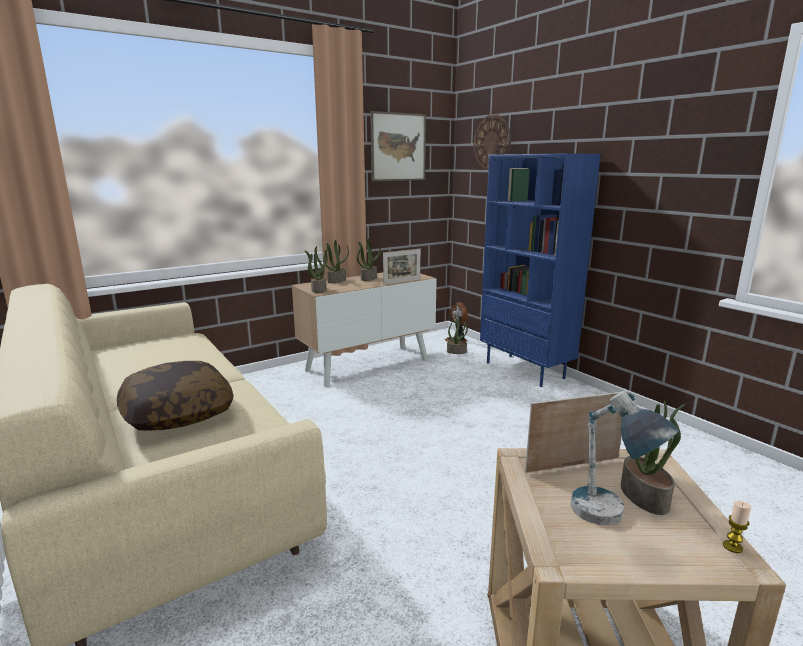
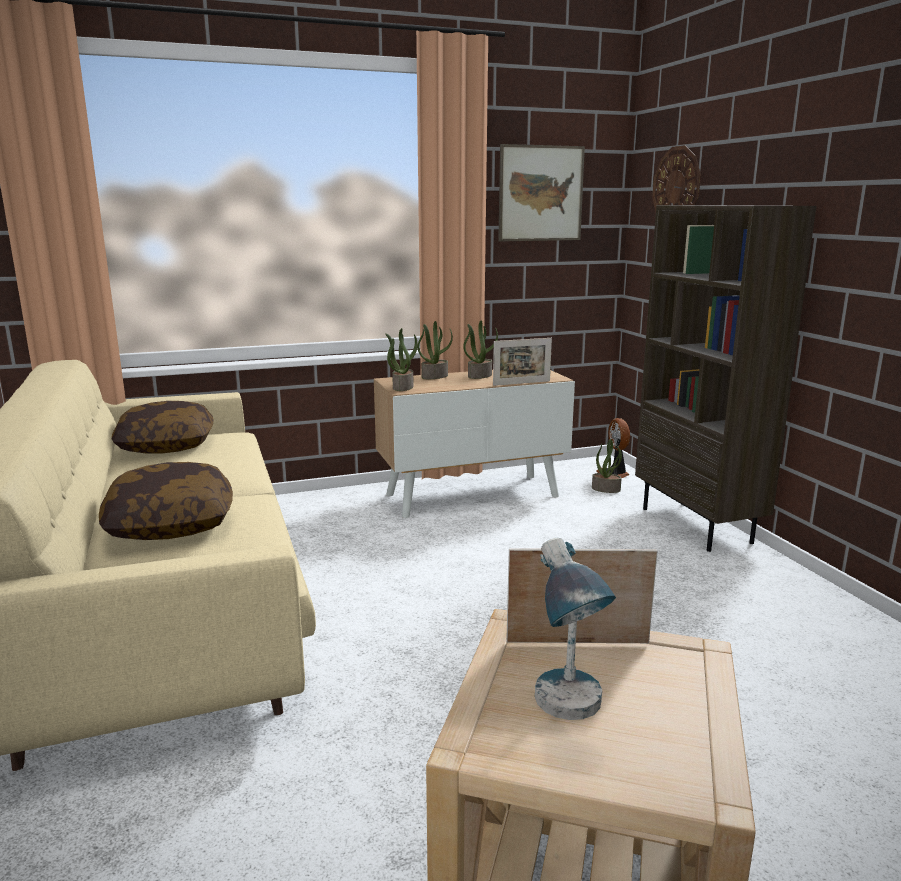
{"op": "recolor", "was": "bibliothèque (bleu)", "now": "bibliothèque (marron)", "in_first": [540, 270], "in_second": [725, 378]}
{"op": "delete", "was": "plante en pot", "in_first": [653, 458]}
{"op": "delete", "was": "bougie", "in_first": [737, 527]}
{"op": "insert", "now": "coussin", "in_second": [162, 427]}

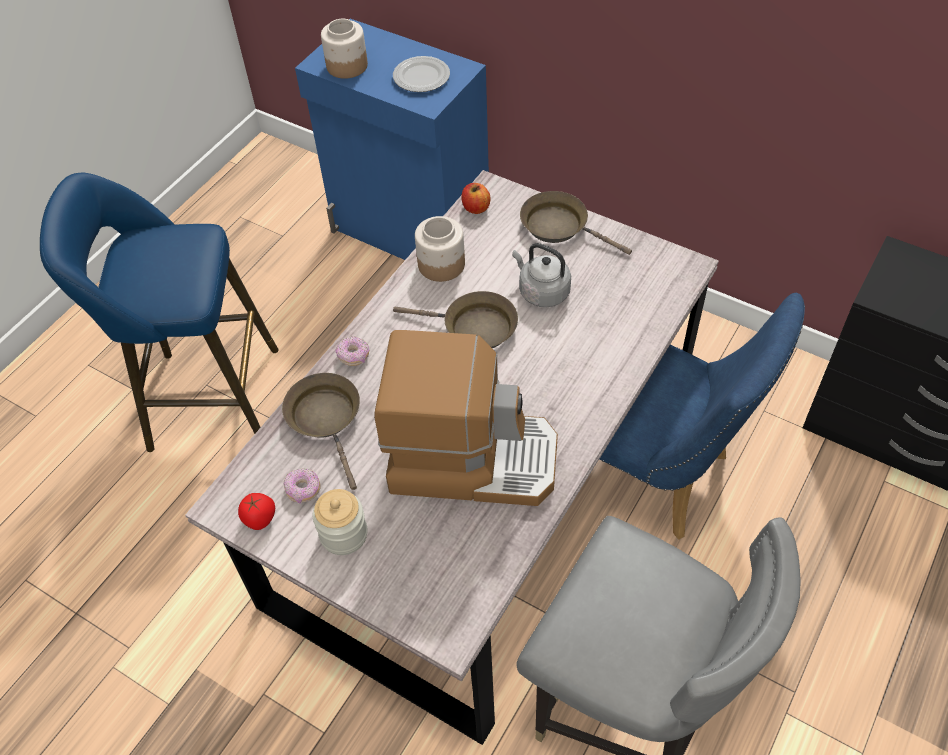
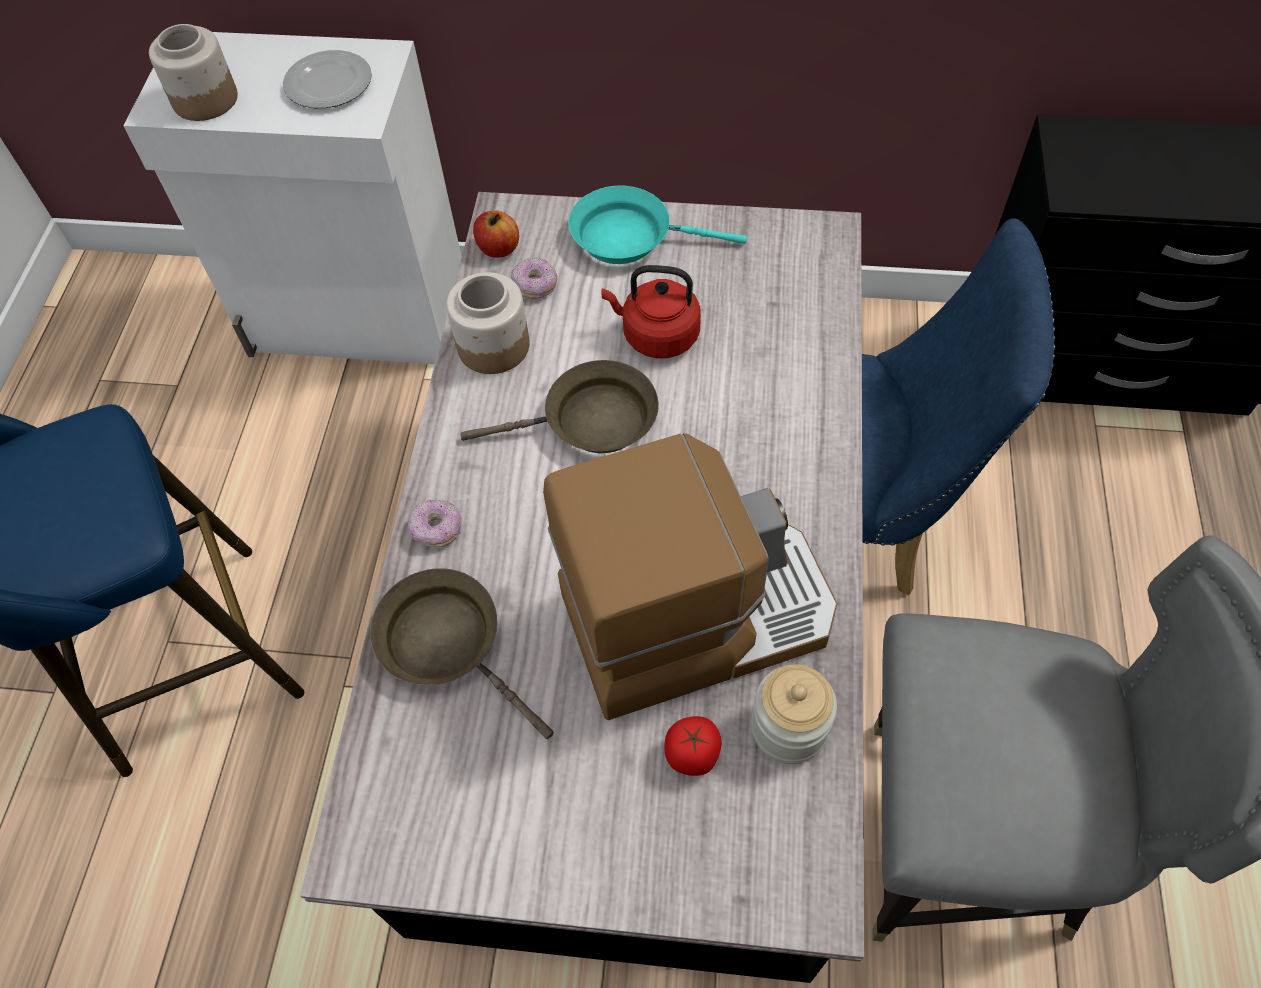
{"op": "move", "was": "tomate", "in_first": [256, 511], "in_second": [692, 746]}
{"op": "move", "was": "beignet", "in_first": [302, 485], "in_second": [534, 278]}
{"op": "recolor", "was": "meuble de rangement (bleu)", "now": "meuble de rangement (blanc)", "in_first": [392, 139], "in_second": [292, 198]}
{"op": "move", "was": "bocal", "in_first": [340, 522], "in_second": [794, 714]}
{"op": "recolor", "was": "bouilloire (gris)", "now": "bouilloire (rouge)", "in_first": [541, 275], "in_second": [651, 311]}
{"op": "recolor", "was": "poêle (marron)", "now": "poêle (turquoise)", "in_first": [576, 223], "in_second": [658, 224]}

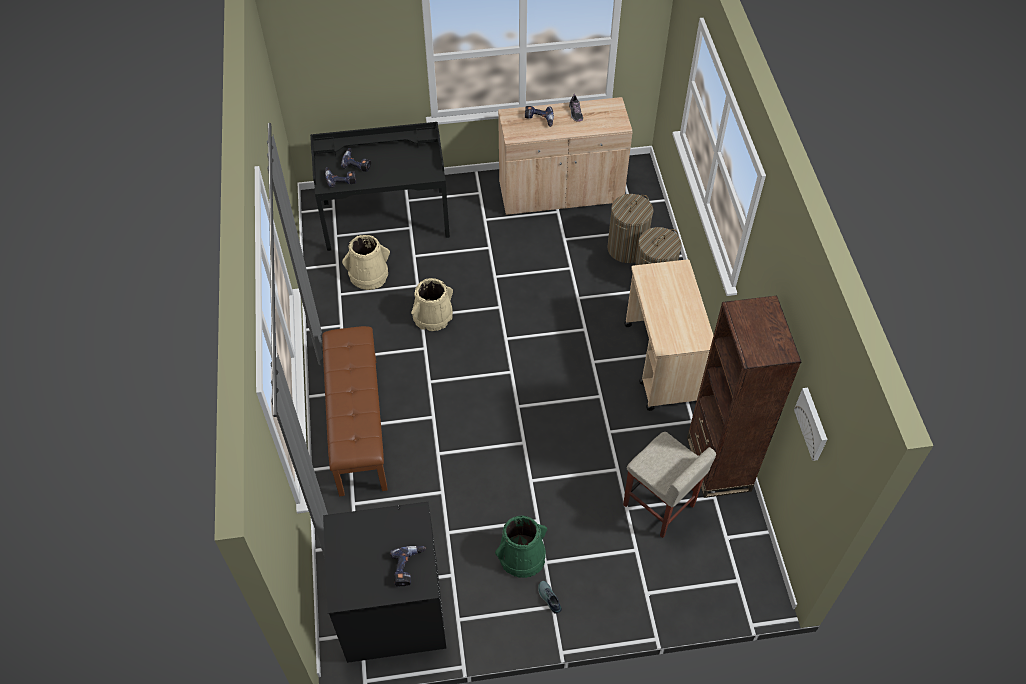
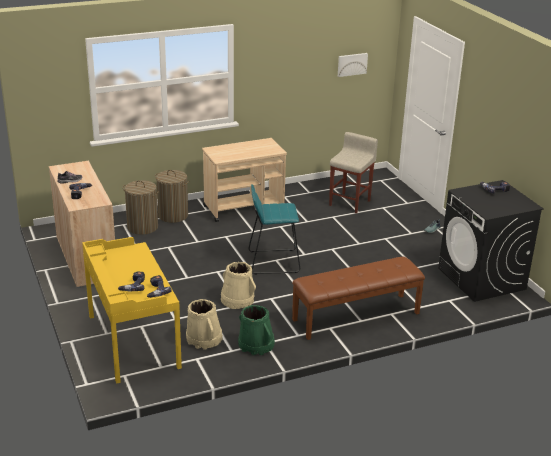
{"op": "recolor", "was": "bureau (noir)", "now": "bureau (jaune)", "in_first": [380, 186], "in_second": [132, 310]}
{"op": "move", "was": "seau (vert)", "in_first": [521, 547], "in_second": [256, 330]}
{"op": "delete", "was": "bibliothèque (marron)", "in_first": [744, 397]}
{"op": "insert", "now": "tabouret (turquoise)", "in_second": [274, 229]}

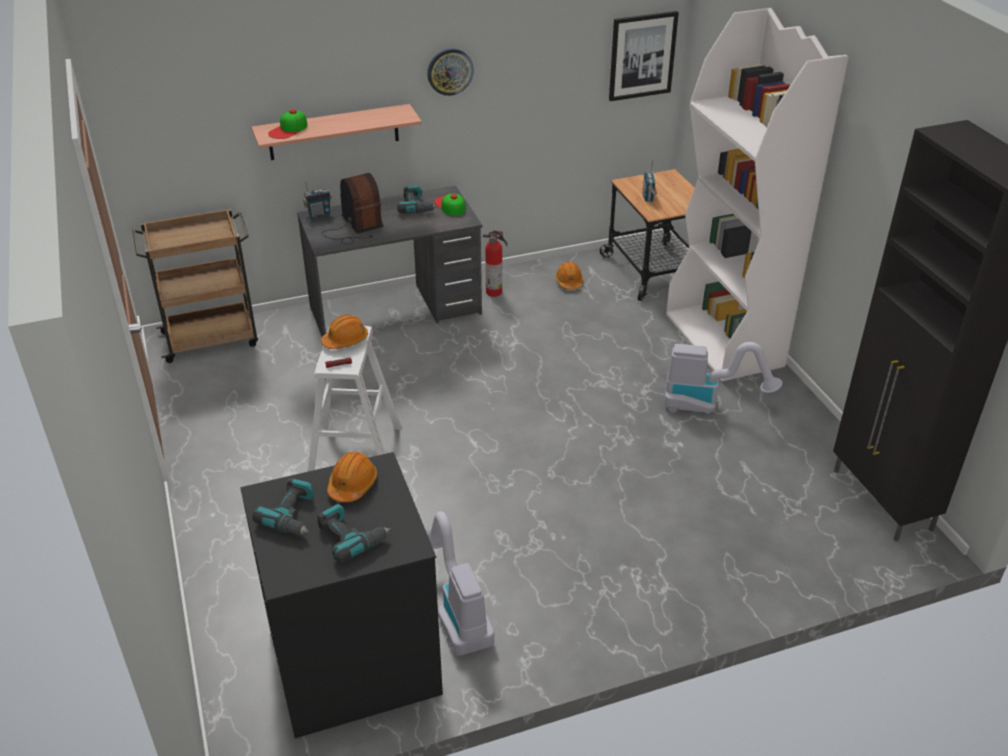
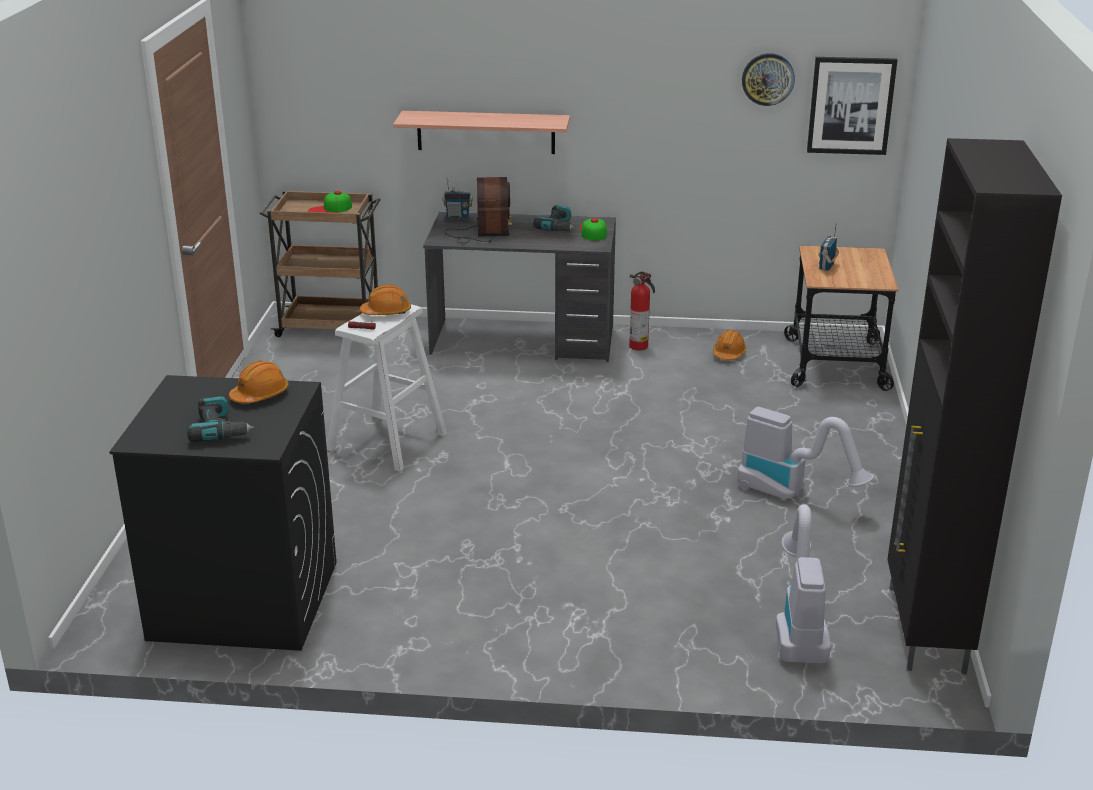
{"op": "delete", "was": "perceuse", "in_first": [283, 506]}
{"op": "move", "was": "casquette", "in_first": [288, 124], "in_second": [330, 202]}
{"op": "move", "was": "aspirateur", "in_first": [459, 583], "in_second": [803, 583]}
{"op": "move", "was": "horloge murale", "in_first": [450, 72], "in_second": [768, 79]}
{"op": "delete", "was": "bibliothèque (blanc)", "in_first": [757, 194]}

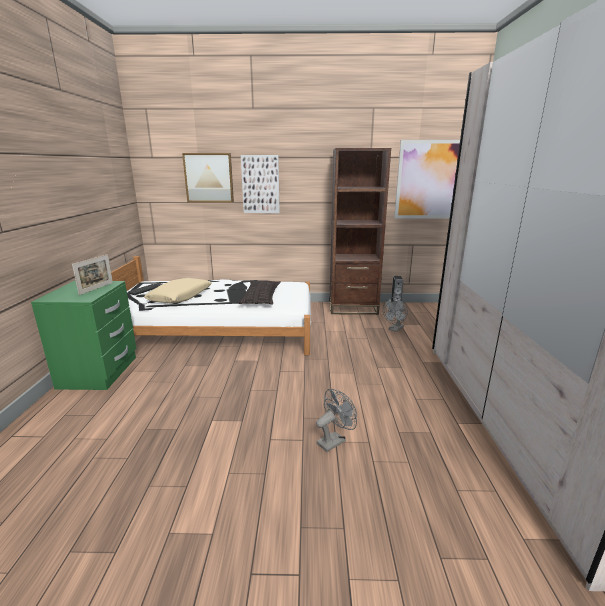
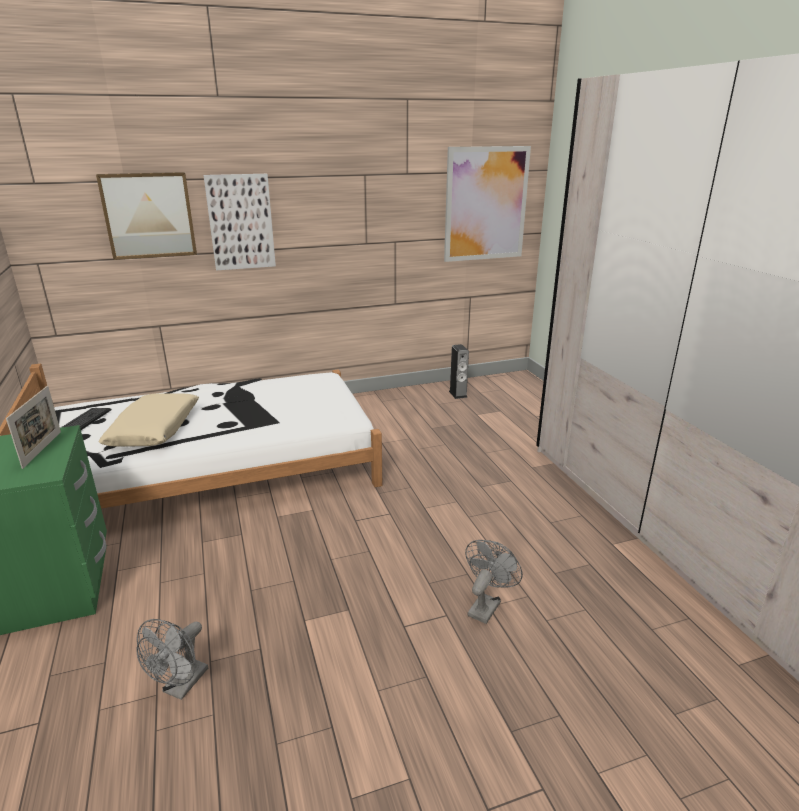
{"op": "delete", "was": "coussin", "in_first": [259, 292]}
{"op": "delete", "was": "bibliothèque (marron)", "in_first": [360, 231]}
{"op": "move", "was": "ventilateur (gris)", "in_first": [395, 314], "in_second": [172, 659]}

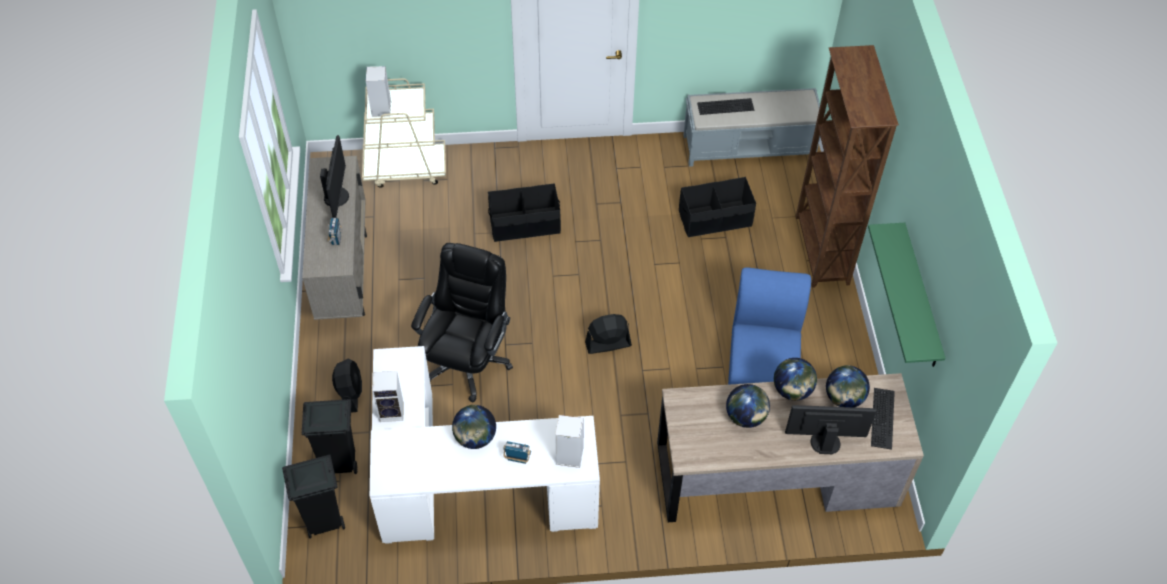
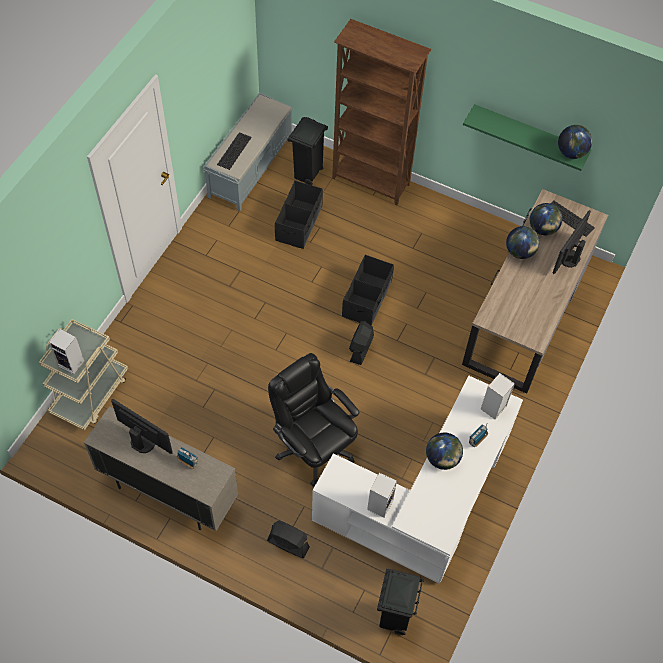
{"op": "move", "was": "poubelle (noir)", "in_first": [329, 436], "in_second": [307, 151]}
{"op": "move", "was": "boîte de rangement (noir)", "in_first": [524, 212], "in_second": [368, 290]}
{"op": "move", "was": "globe", "in_first": [748, 406], "in_second": [575, 142]}
{"op": "delete", "was": "chaise (bleu)", "in_first": [769, 326]}

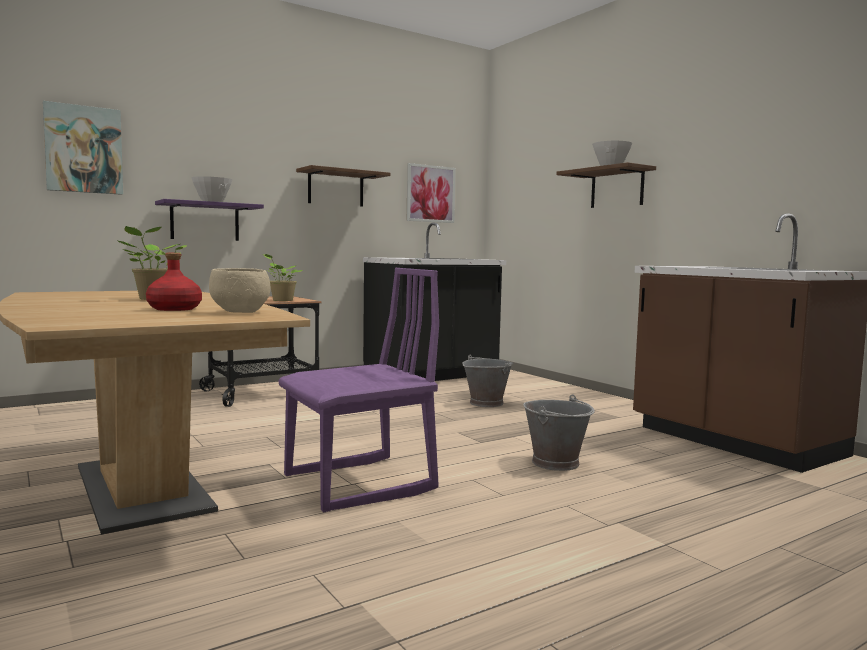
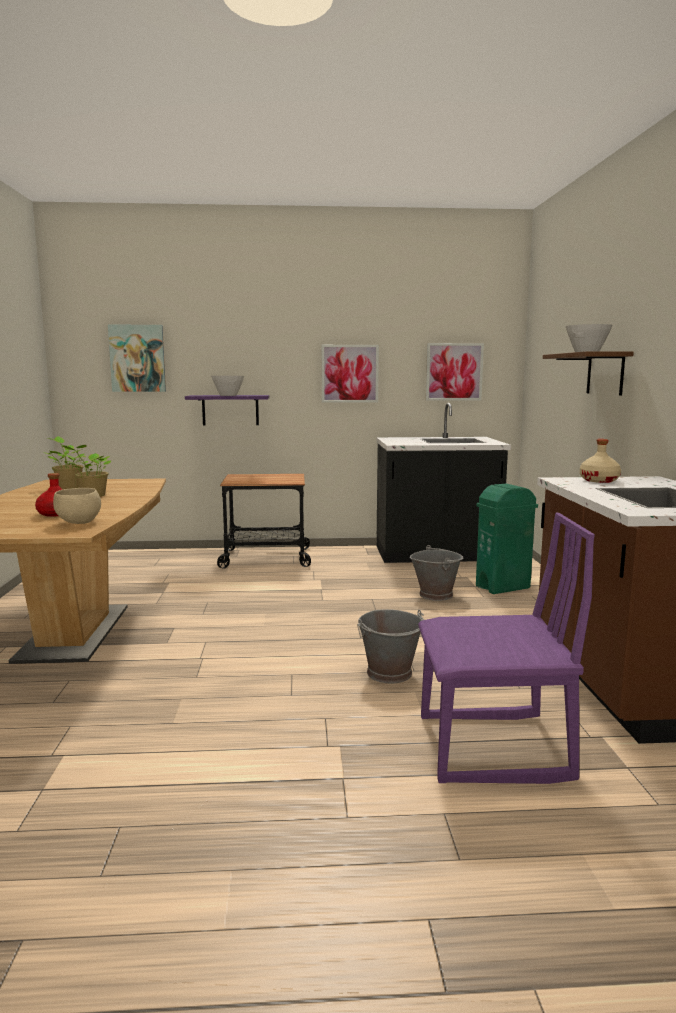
{"op": "move", "was": "plante en pot", "in_first": [283, 277], "in_second": [64, 462]}
{"op": "move", "was": "chaise (violet)", "in_first": [358, 390], "in_second": [506, 648]}
{"op": "replace", "was": "étagère (marron)", "now": "tableau", "in_first": [343, 185], "in_second": [350, 374]}
{"op": "insert", "now": "poubelle (vert)", "in_second": [507, 539]}
{"op": "insert", "now": "bouteille (beige)", "in_second": [600, 461]}

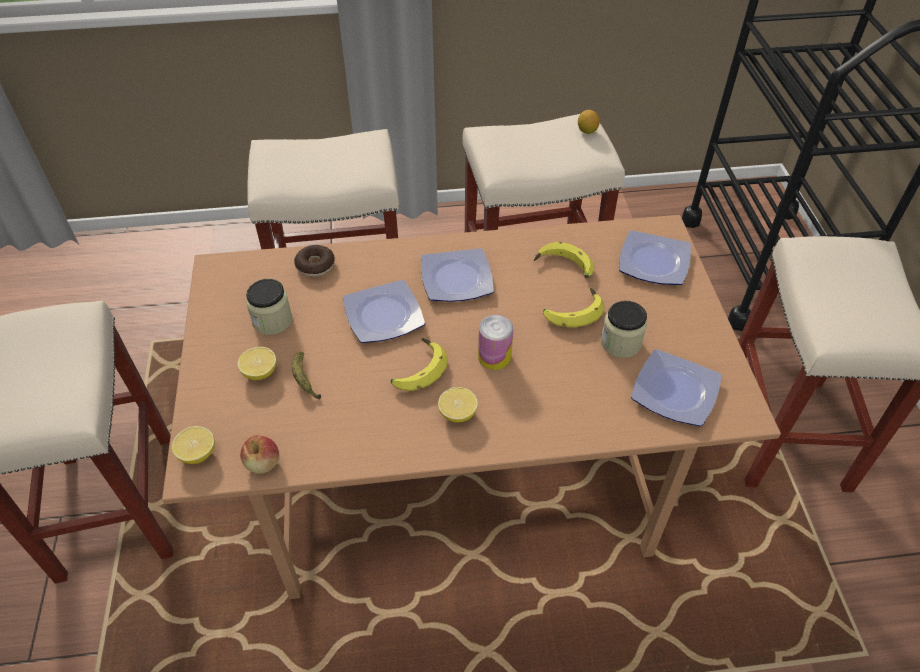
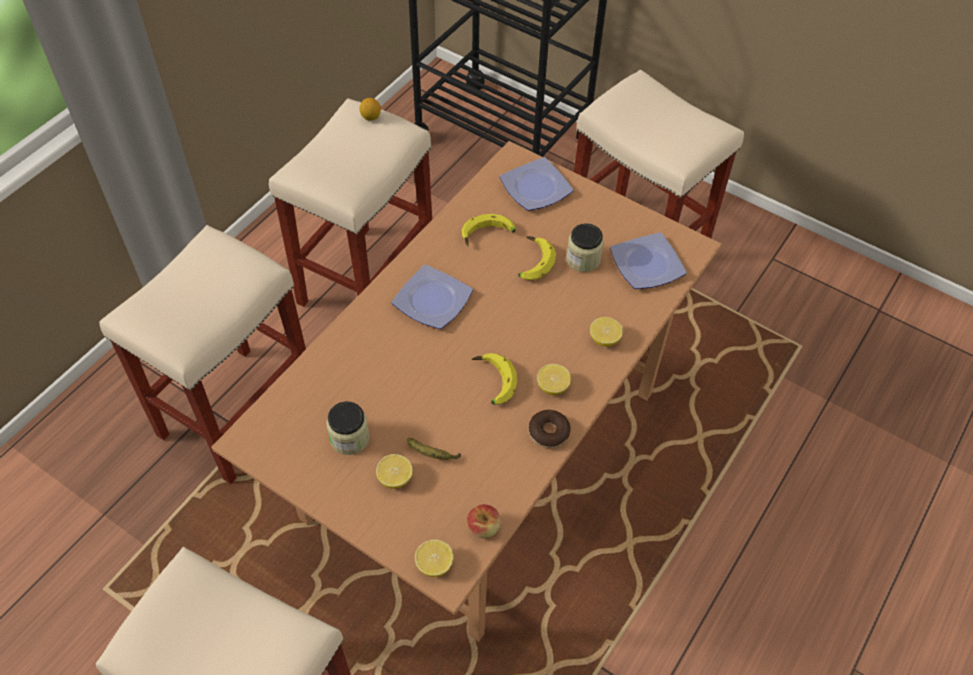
{"op": "move", "was": "beignet", "in_first": [314, 261], "in_second": [549, 429]}
{"op": "delete", "was": "assiette", "in_first": [384, 311]}
{"op": "delete", "was": "boîte métallique", "in_first": [495, 342]}
{"op": "insert", "now": "citron", "in_second": [606, 332]}

